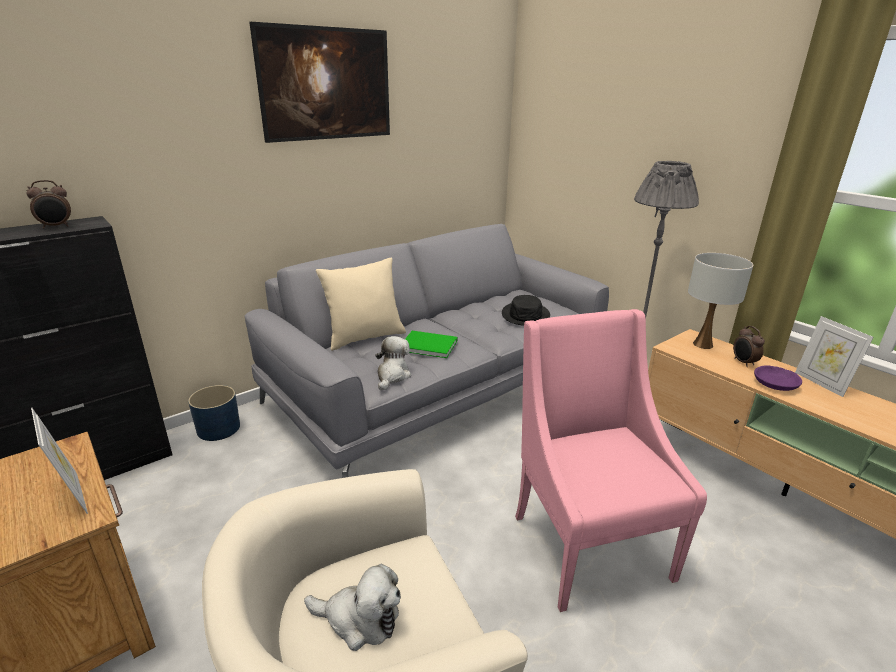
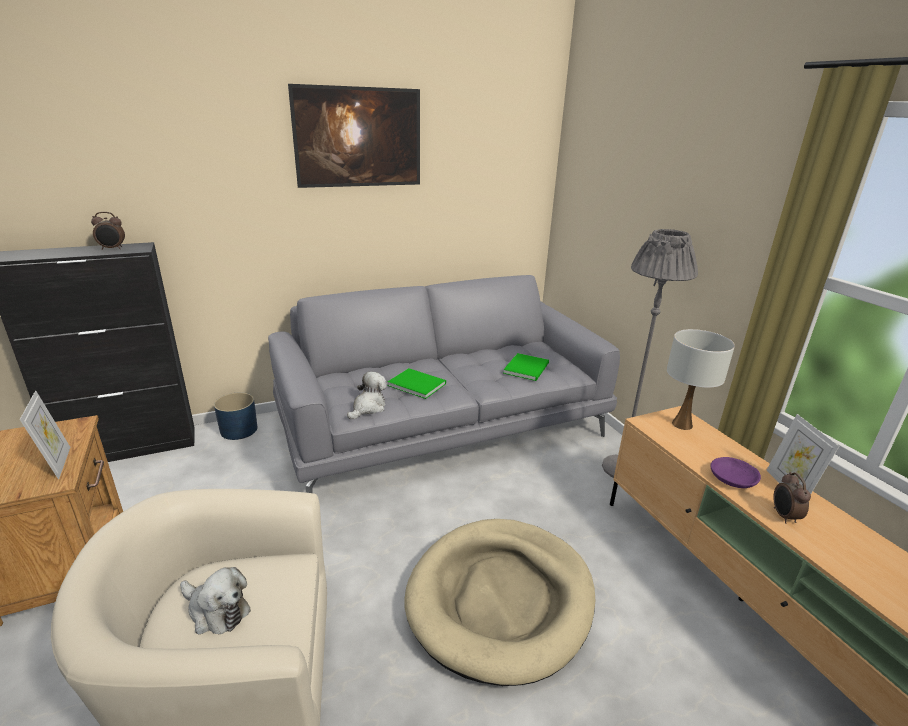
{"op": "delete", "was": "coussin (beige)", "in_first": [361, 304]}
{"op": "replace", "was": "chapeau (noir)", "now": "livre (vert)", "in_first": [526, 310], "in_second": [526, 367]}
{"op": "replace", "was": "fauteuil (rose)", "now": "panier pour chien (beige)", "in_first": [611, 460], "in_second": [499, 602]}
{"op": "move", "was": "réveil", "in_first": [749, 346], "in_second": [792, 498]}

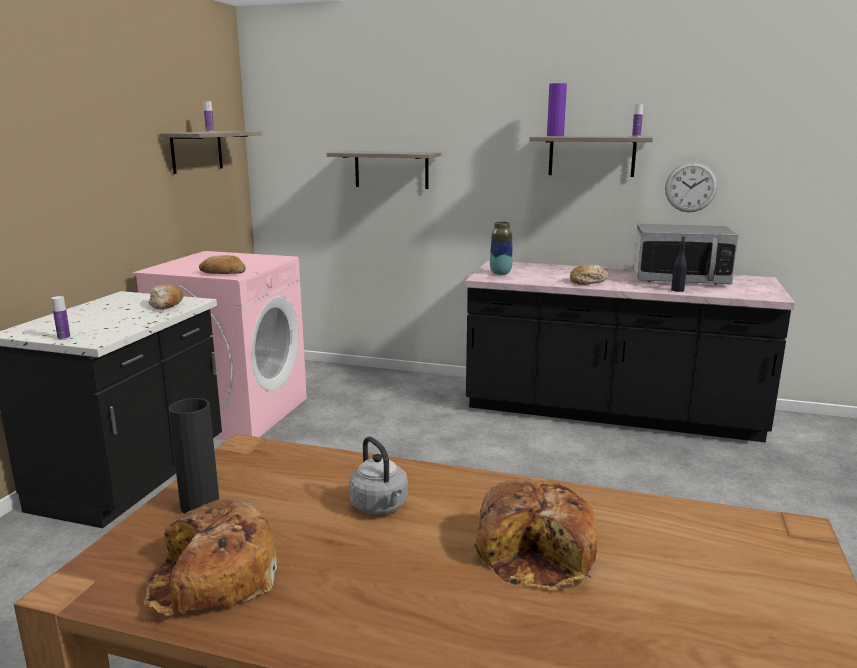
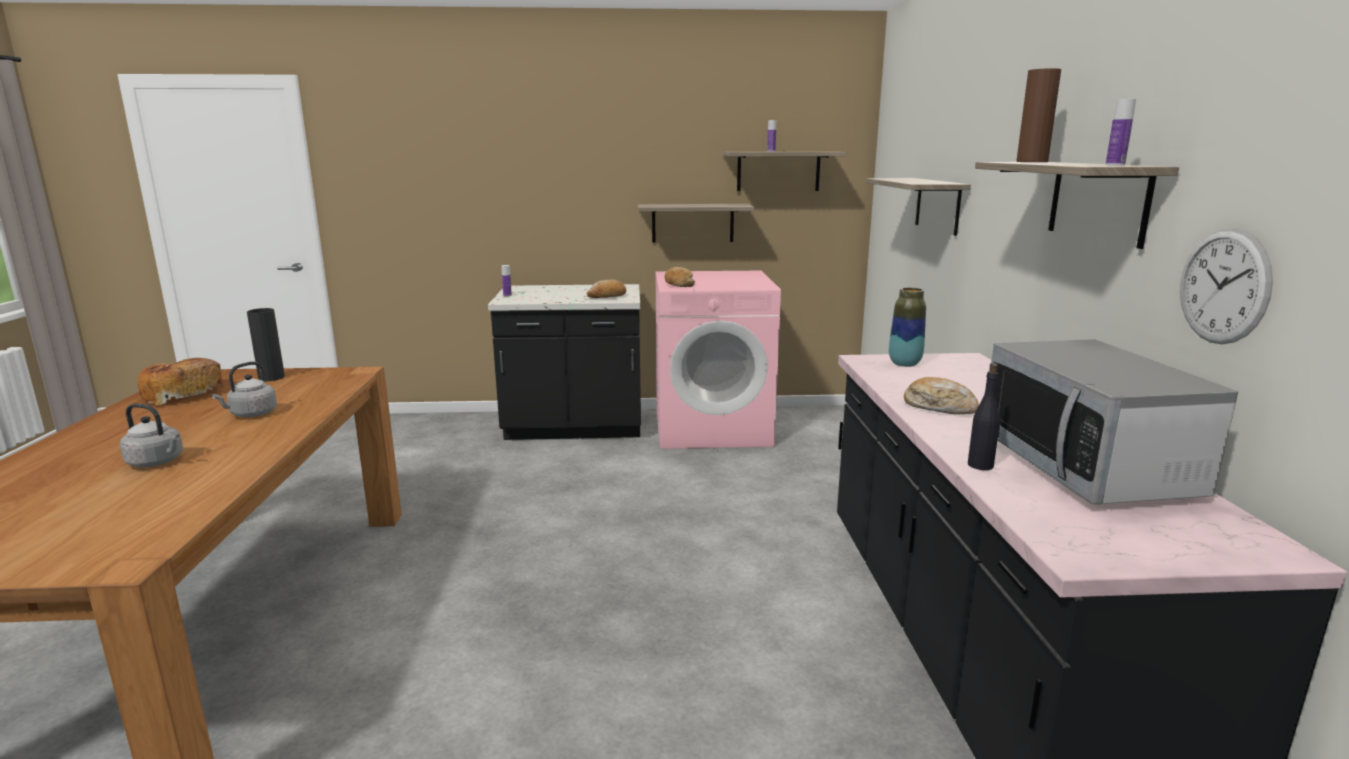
{"op": "replace", "was": "pain", "now": "bouilloire (gris)", "in_first": [536, 534], "in_second": [151, 435]}
{"op": "recolor", "was": "vase (violet)", "now": "vase (marron)", "in_first": [557, 109], "in_second": [1038, 115]}
{"op": "insert", "now": "étagère", "in_second": [696, 223]}

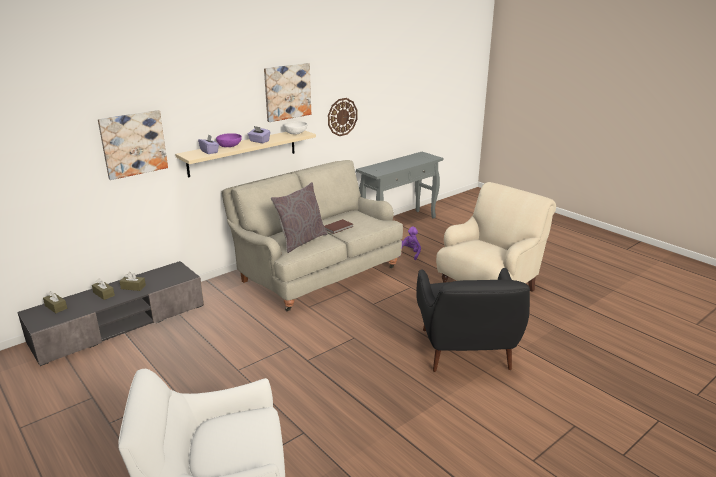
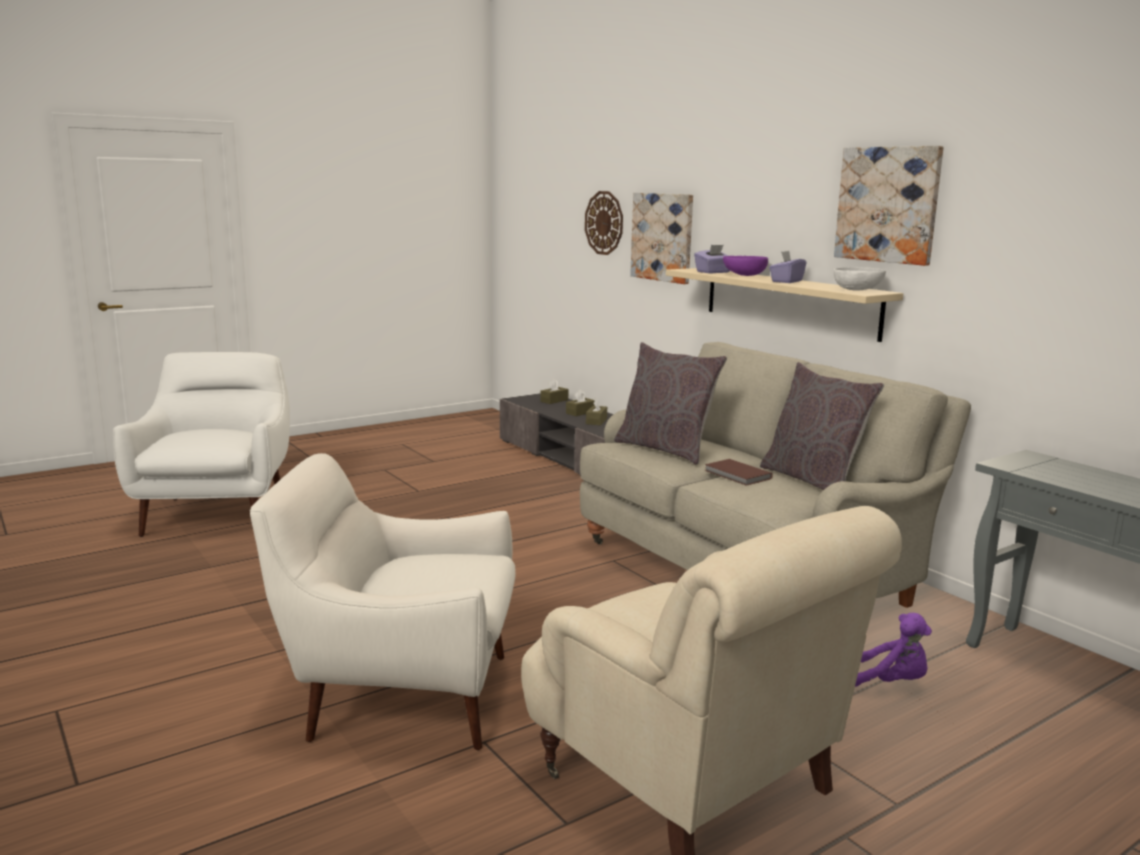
{"op": "move", "was": "horloge murale", "in_first": [342, 117], "in_second": [604, 223]}
{"op": "recolor", "was": "fauteuil (noir)", "now": "fauteuil (blanc)", "in_first": [473, 320], "in_second": [382, 601]}
{"op": "insert", "now": "coussin (gris)", "in_second": [822, 426]}

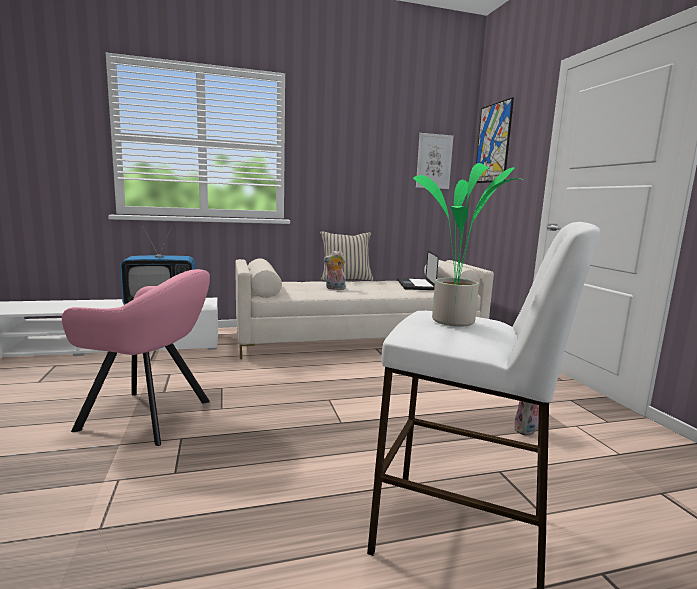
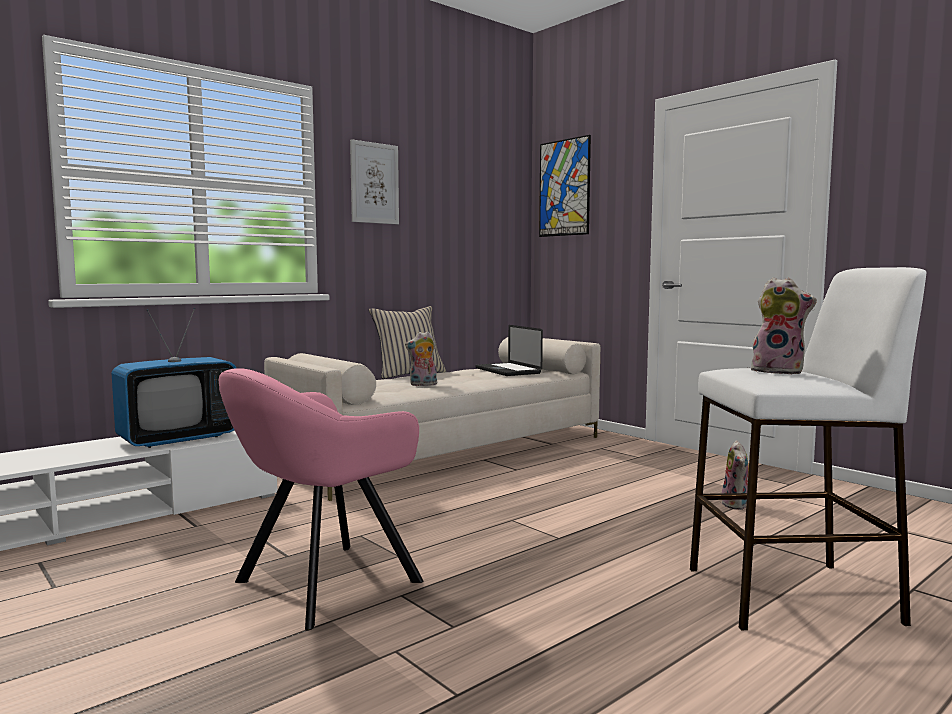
{"op": "rotate", "was": "fauteuil (rose)", "in_first": [136, 357], "in_second": [321, 499], "clockwise": 150}
{"op": "replace", "was": "plante en pot", "now": "peluche", "in_first": [468, 245], "in_second": [782, 325]}
{"op": "move", "was": "tableau", "in_first": [434, 161], "in_second": [374, 181]}

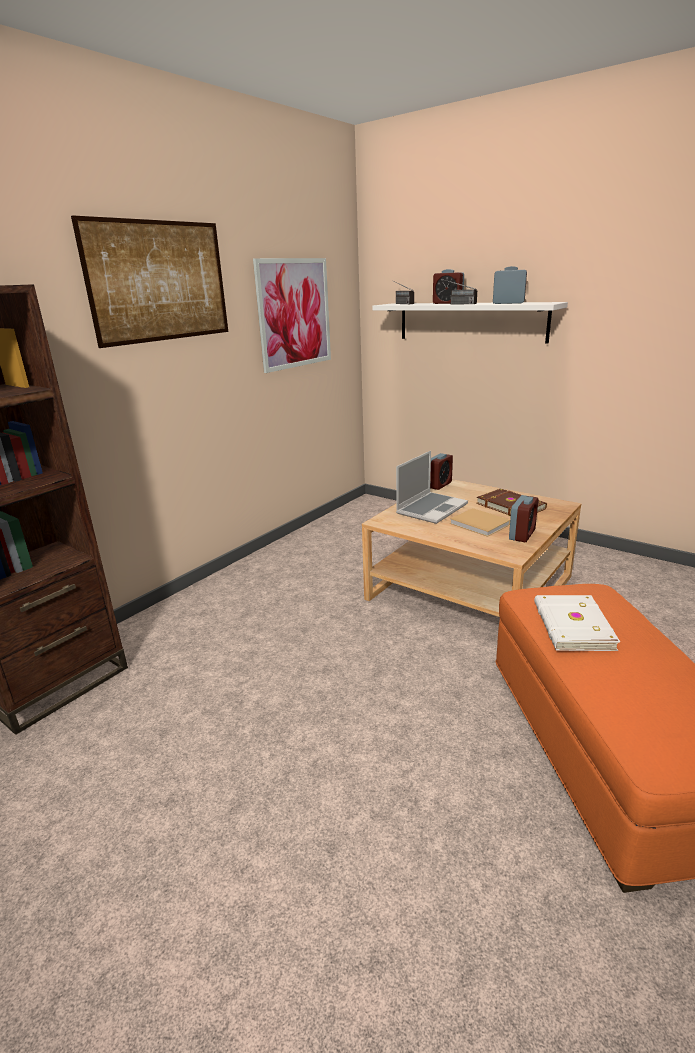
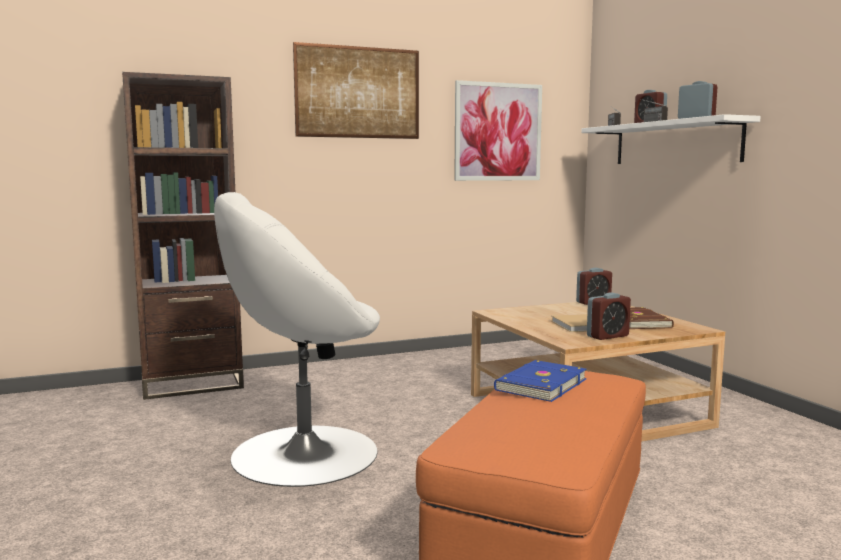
{"op": "delete", "was": "ordinateur portable", "in_first": [432, 487]}
{"op": "recolor", "was": "livre (blanc)", "now": "livre (bleu)", "in_first": [577, 623], "in_second": [540, 381]}
{"op": "insert", "now": "fauteuil (blanc)", "in_second": [297, 339]}

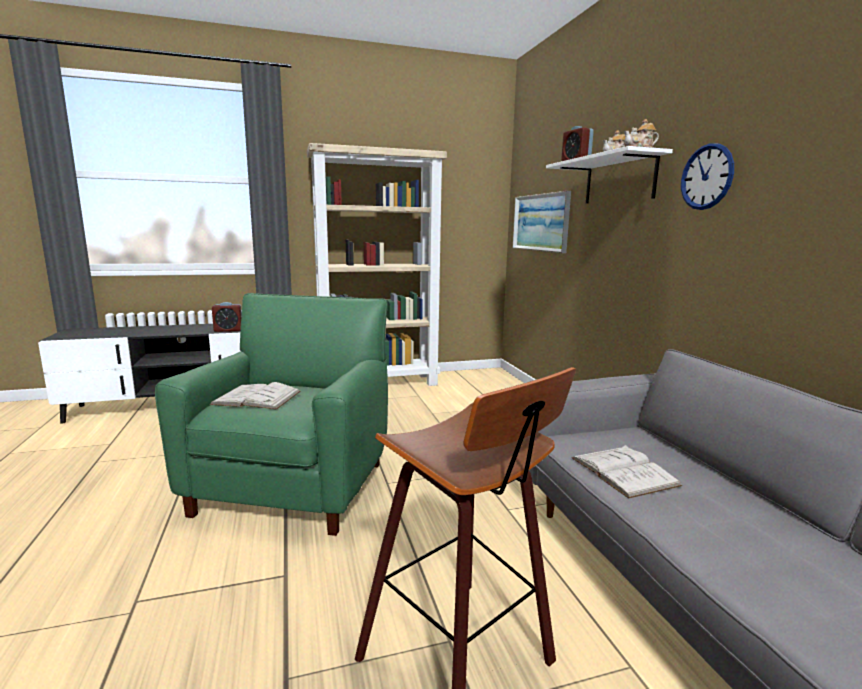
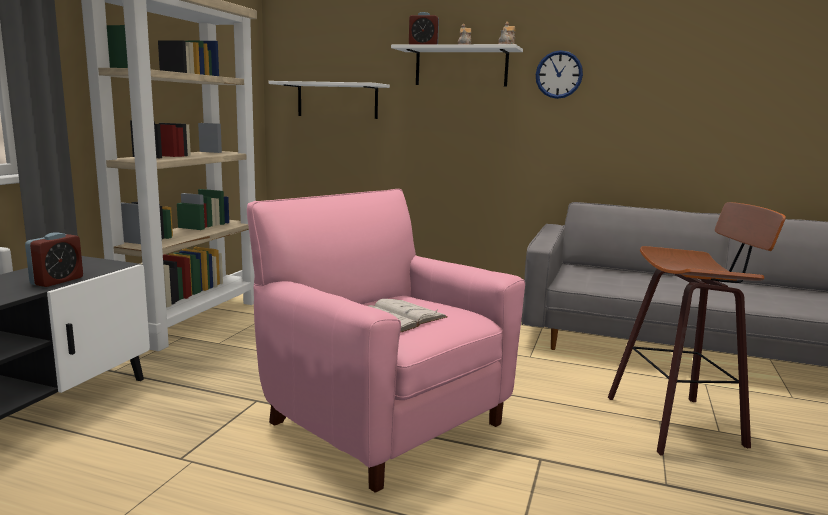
{"op": "recolor", "was": "fauteuil (vert)", "now": "fauteuil (rose)", "in_first": [271, 414], "in_second": [386, 341]}
{"op": "replace", "was": "tableau", "now": "étagère (blanc)", "in_first": [542, 222], "in_second": [329, 100]}
{"op": "delete", "was": "livre (blanc)", "in_first": [627, 471]}

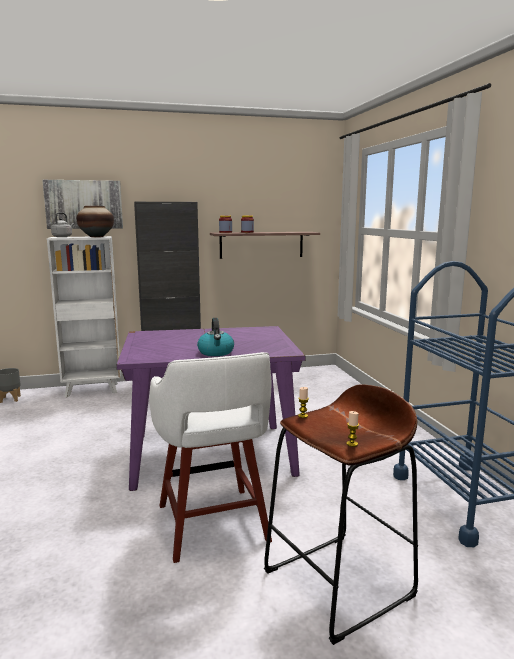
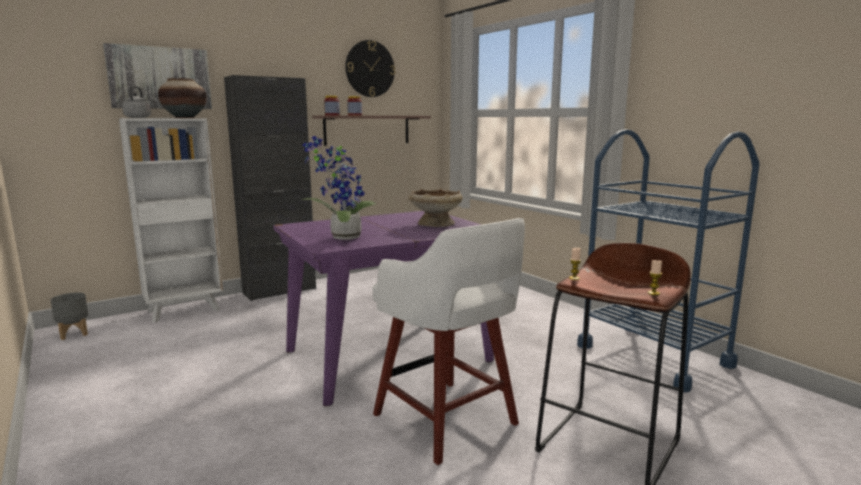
{"op": "delete", "was": "bouilloire", "in_first": [215, 337]}
{"op": "insert", "now": "plante en pot", "in_second": [339, 188]}
{"op": "insert", "now": "horloge murale", "in_second": [370, 68]}
{"op": "insert", "now": "bol (beige)", "in_second": [436, 207]}

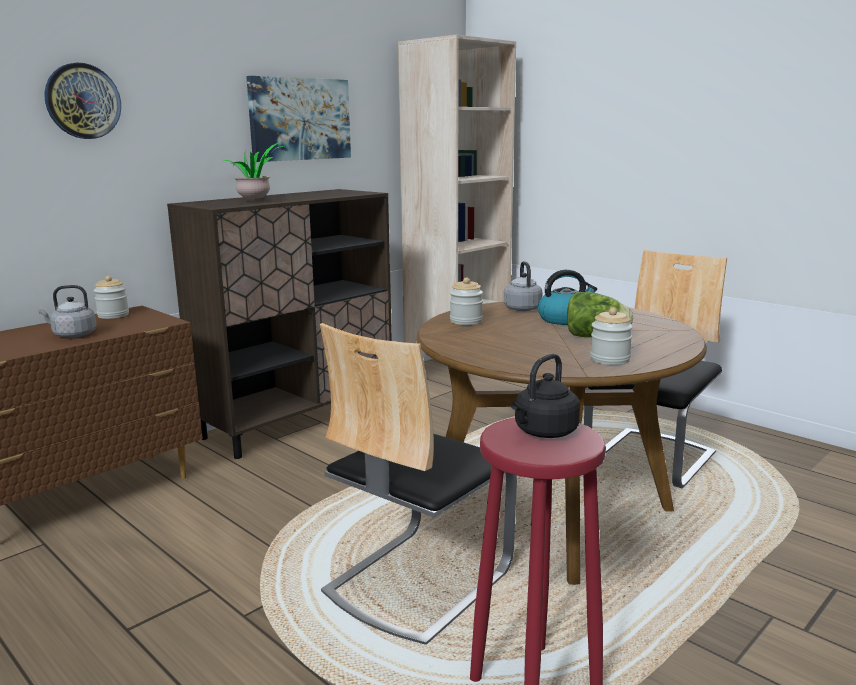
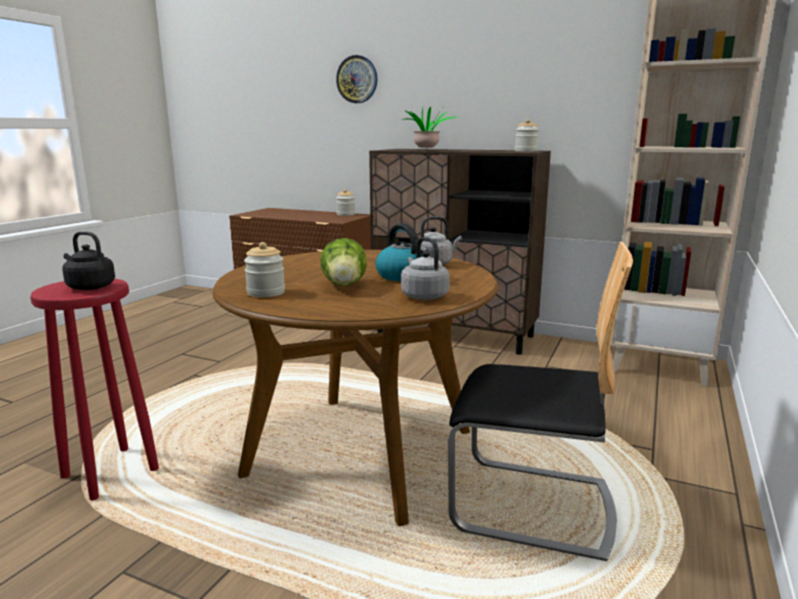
{"op": "move", "was": "bouilloire (gris)", "in_first": [67, 311], "in_second": [425, 268]}
{"op": "delete", "was": "tableau", "in_first": [298, 119]}
{"op": "delete", "was": "chaise", "in_first": [418, 484]}
{"op": "move", "was": "bocal", "in_first": [466, 301], "in_second": [527, 135]}

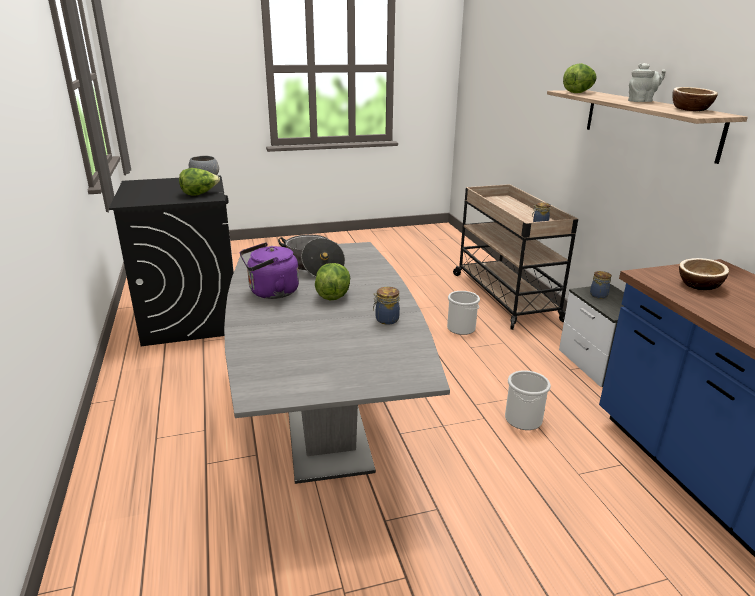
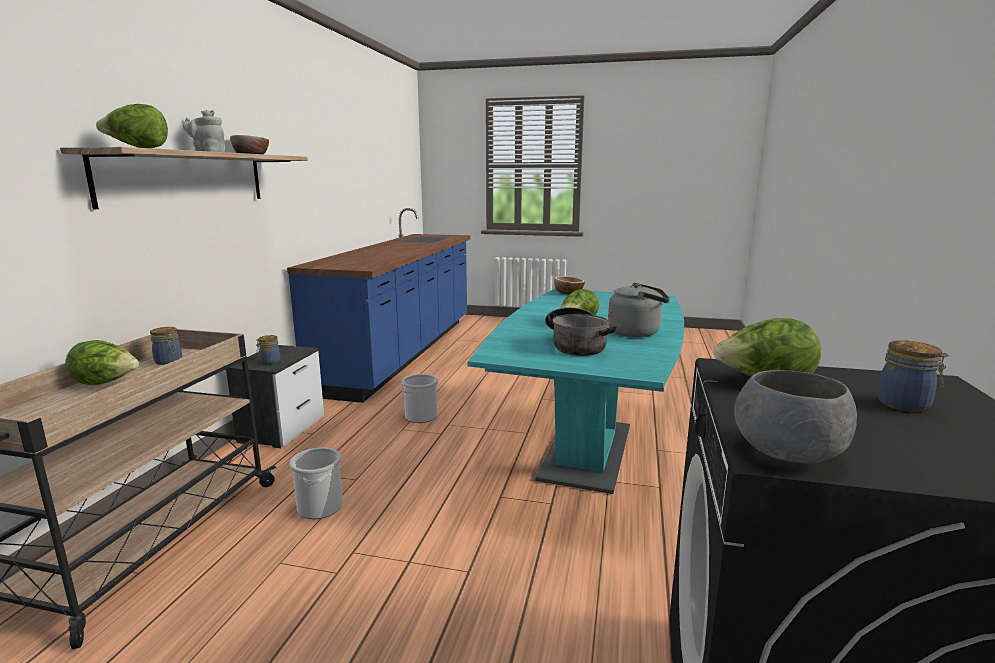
{"op": "recolor", "was": "table à manger (gris)", "now": "table à manger (turquoise)", "in_first": [337, 363], "in_second": [576, 391]}
{"op": "recolor", "was": "bouilloire (violet)", "now": "bouilloire (gris)", "in_first": [269, 270], "in_second": [639, 310]}
{"op": "move", "was": "bocal", "in_first": [386, 306], "in_second": [913, 376]}
{"op": "move", "was": "bol", "in_first": [704, 274], "in_second": [569, 285]}
{"op": "insert", "now": "laitue", "in_second": [102, 362]}

